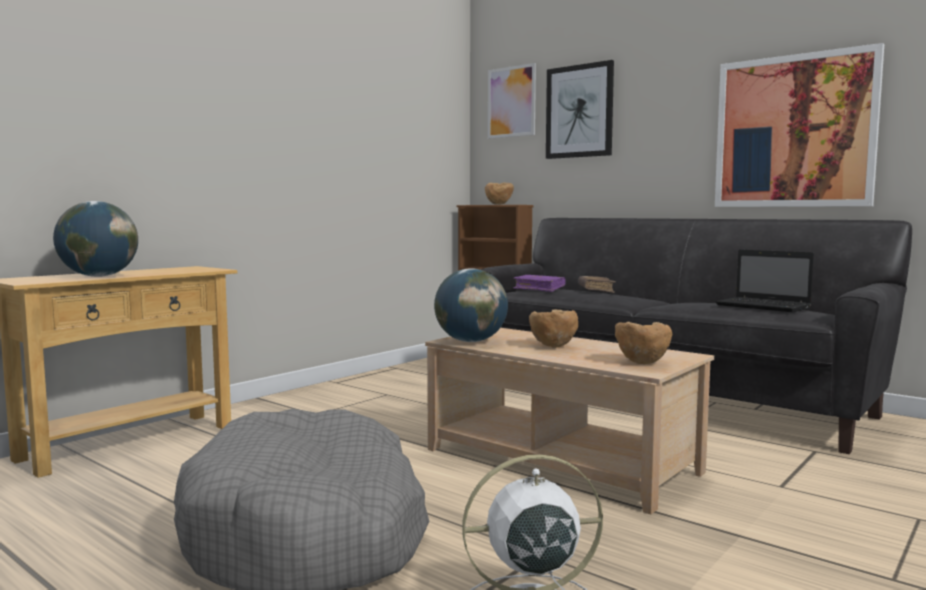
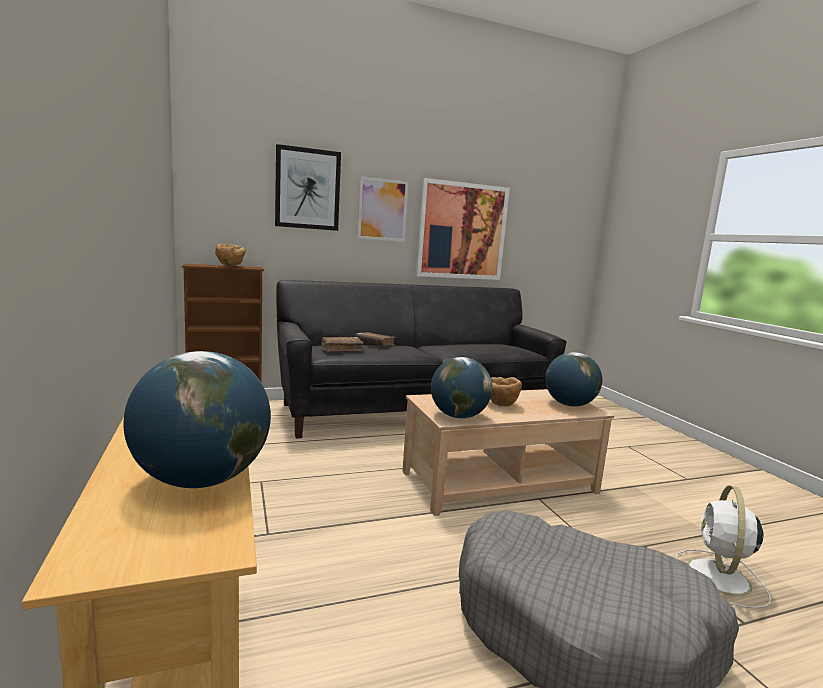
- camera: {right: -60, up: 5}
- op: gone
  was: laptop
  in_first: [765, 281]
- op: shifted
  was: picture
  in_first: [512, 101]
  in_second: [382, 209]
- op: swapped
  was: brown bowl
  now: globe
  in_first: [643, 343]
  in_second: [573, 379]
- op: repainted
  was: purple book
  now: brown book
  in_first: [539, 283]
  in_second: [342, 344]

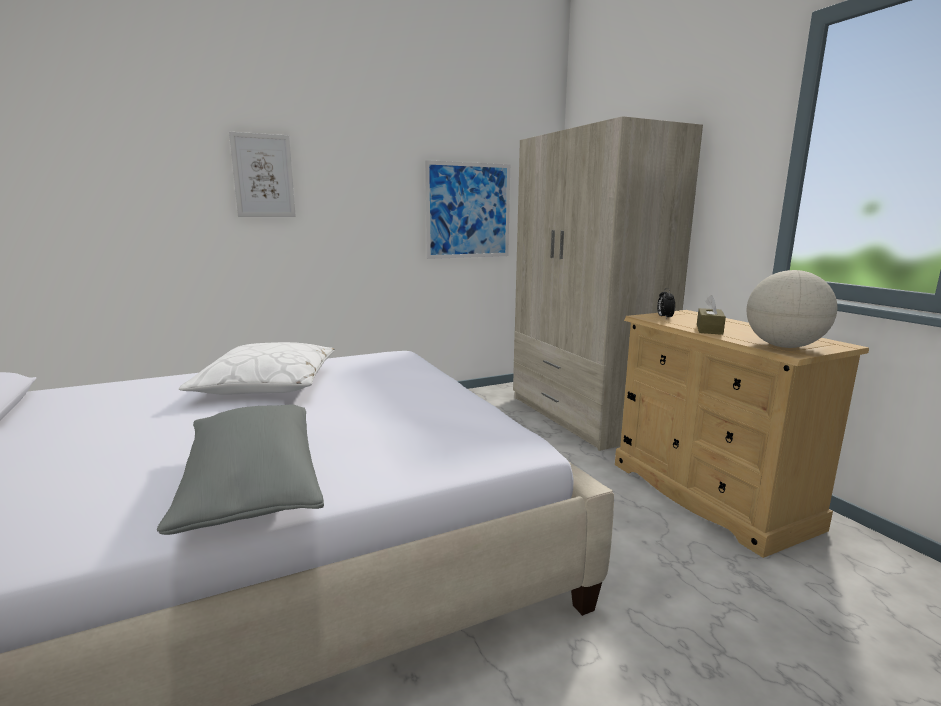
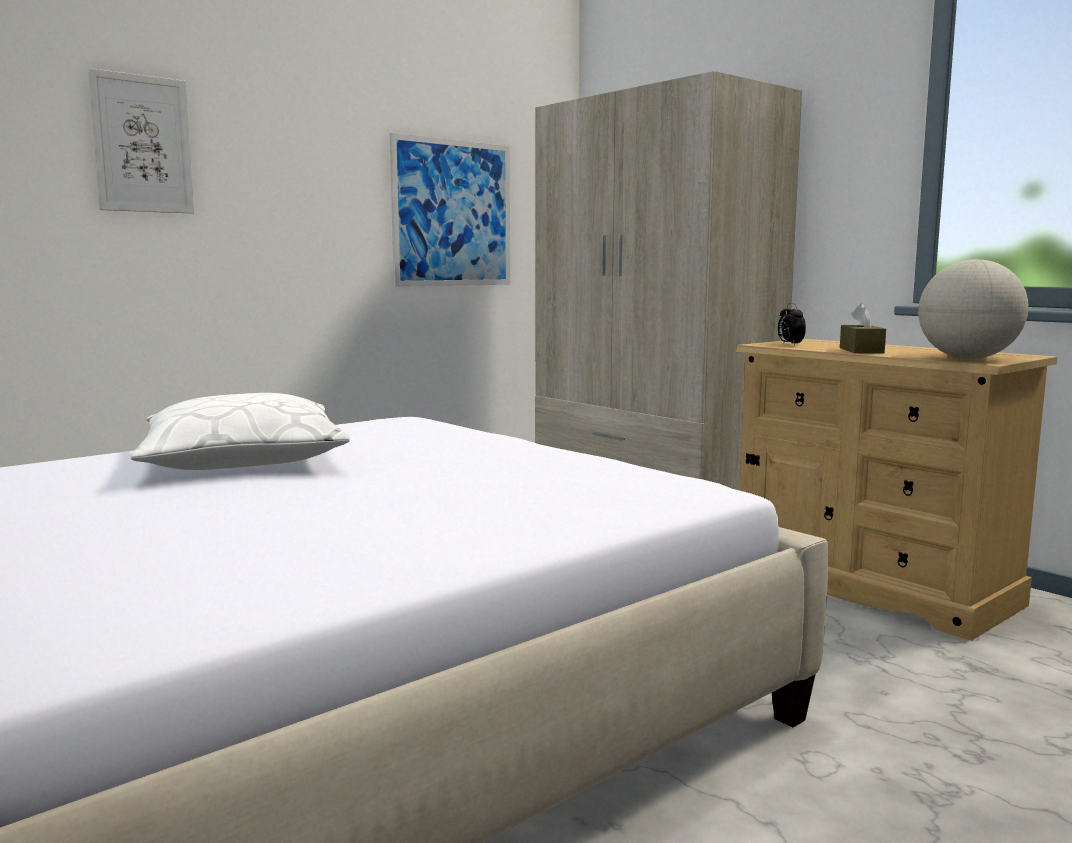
- camera: {right: -15, up: -5}
- op: gone
  was: grey pillow
  in_first: [240, 469]

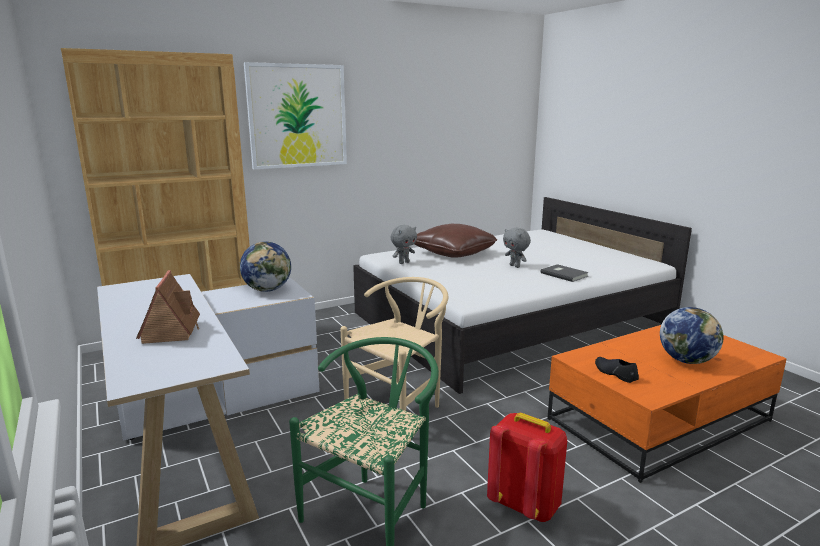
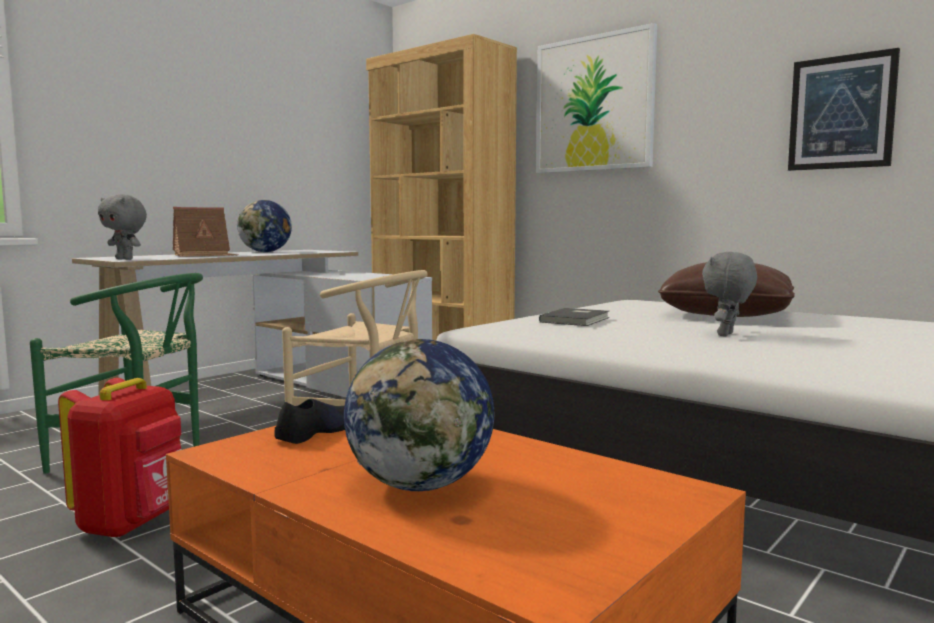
- camera: {right: 70, up: -10}
- op: new
  now: picture
  in_second: [844, 109]
- op: shifted
  was: globe
  in_first: [265, 267]
  in_second: [264, 226]
- op: shifted
  was: grey plush toy
  in_first: [403, 244]
  in_second: [122, 227]
- op: shifted
  was: grey book
  in_first: [564, 273]
  in_second: [574, 317]

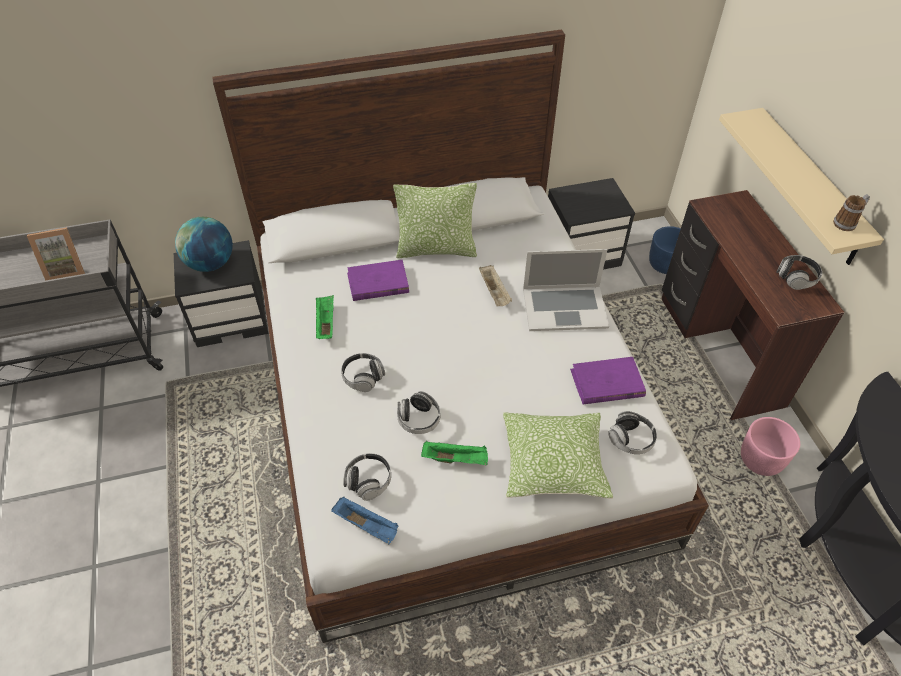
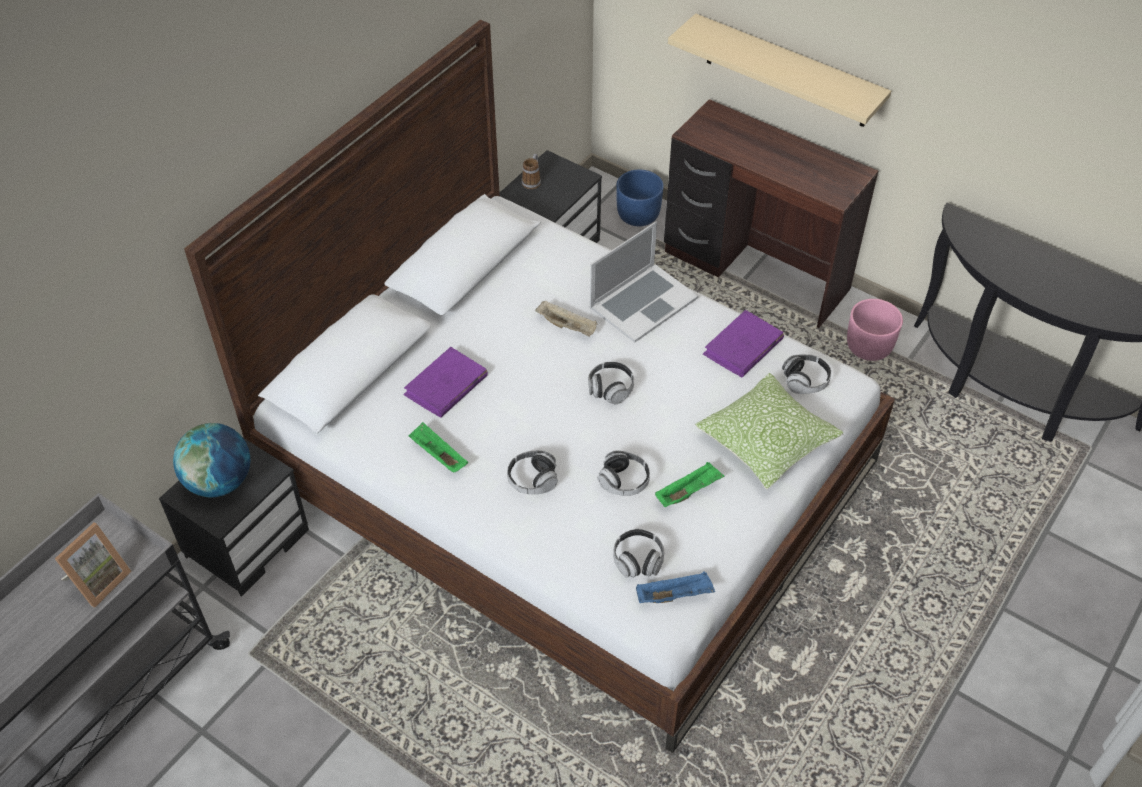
- camera: {right: -40, up: 0}
- op: gone
  was: pillow
  in_first: [435, 220]
- op: shifted
  was: headphones
  in_first: [799, 272]
  in_second: [611, 382]
- op: shifted
  was: mug
  in_first: [851, 212]
  in_second: [531, 171]

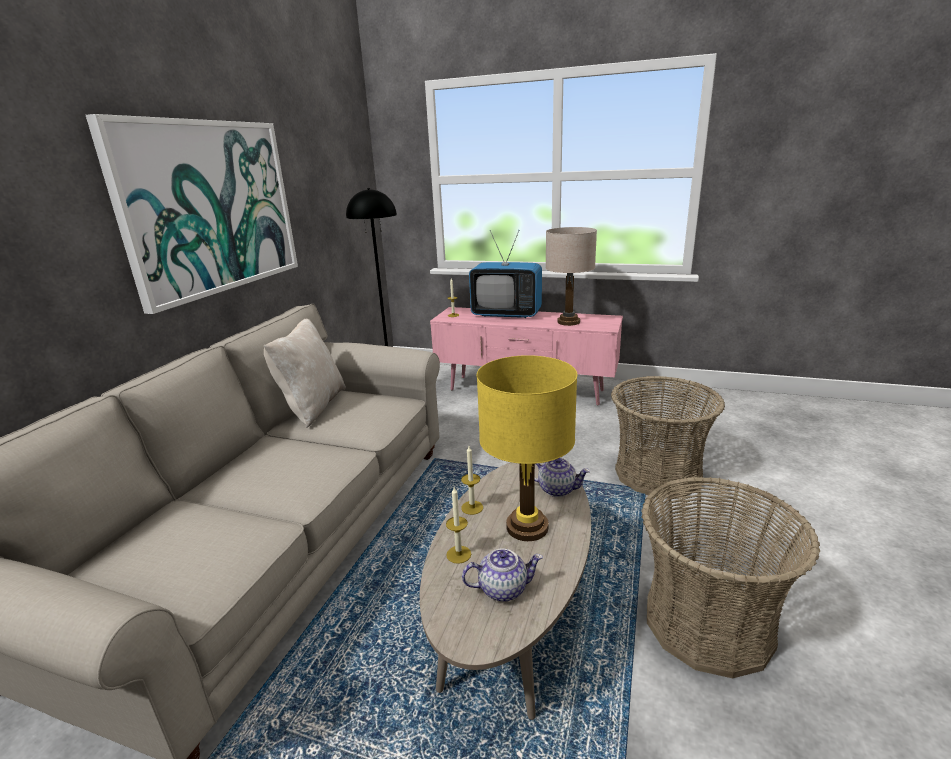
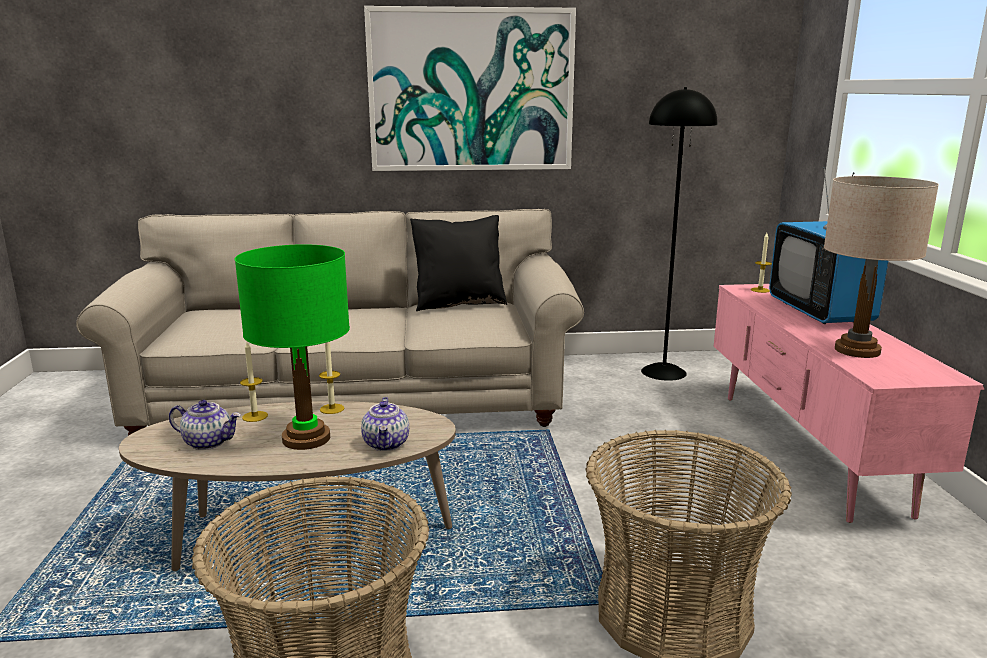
- camera: {right: 65, up: -5}
- op: repainted
  was: beige pillow
  now: black pillow
  in_first: [305, 373]
  in_second: [458, 263]
- op: repainted
  was: yellow table lamp
  now: green table lamp
  in_first: [527, 448]
  in_second: [292, 347]
- op: rotated
  was: teapot
  in_first: [502, 575]
  in_second: [205, 425]
  clockwise: -45

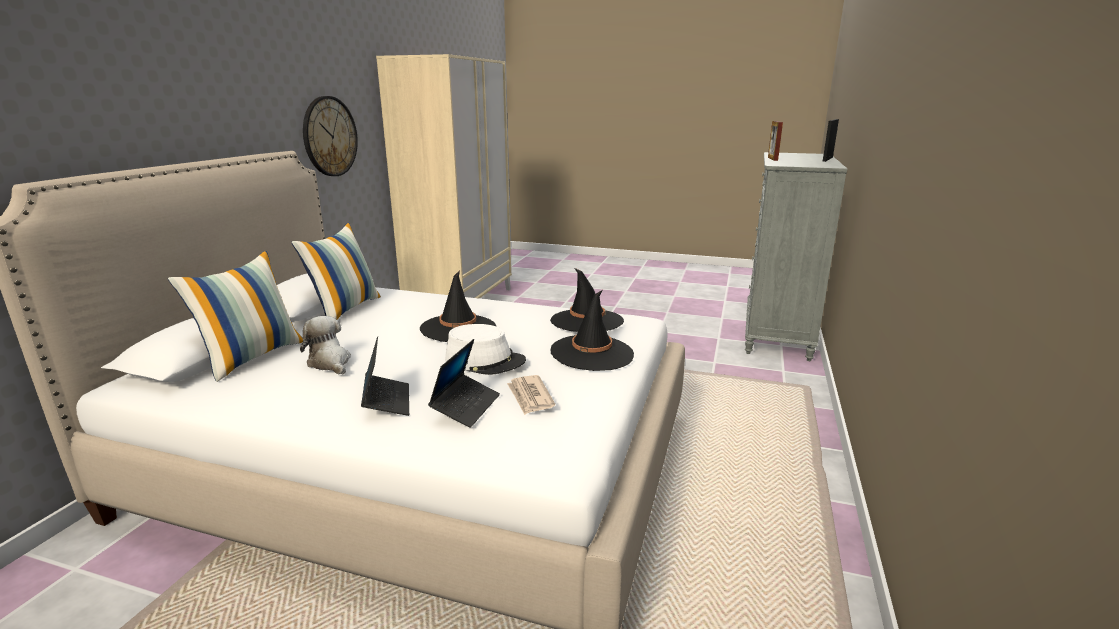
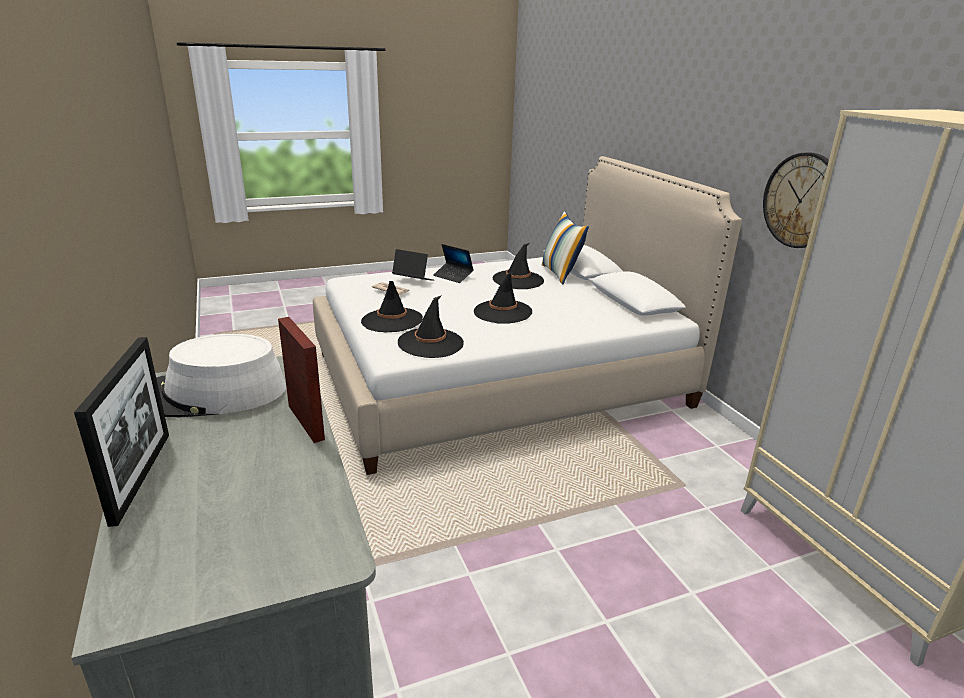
- camera: {right: 140, up: 5}
- op: gone
  was: pillow
  in_first: [336, 271]
- op: shifted
  was: white hat
  in_first: [485, 349]
  in_second: [221, 375]
- op: swapped
  was: plush toy
  now: black hat
  in_first: [325, 345]
  in_second: [518, 266]
- op: rotated
  was: laptop
  in_first: [464, 383]
  in_second: [413, 265]
  clockwise: 135

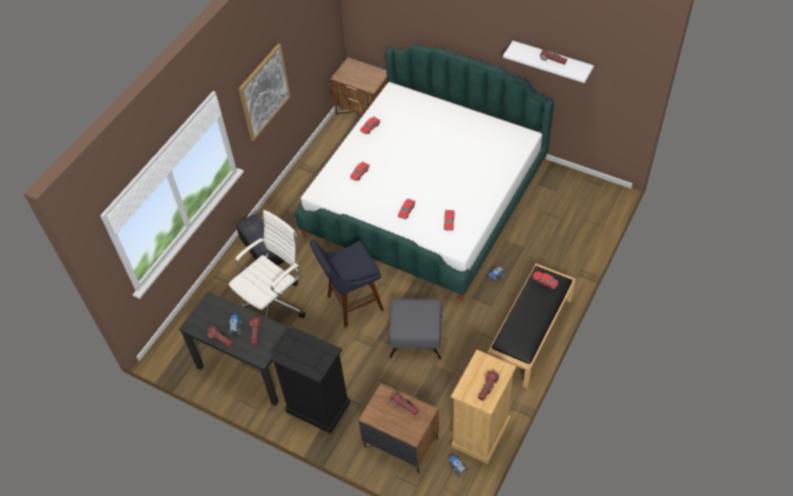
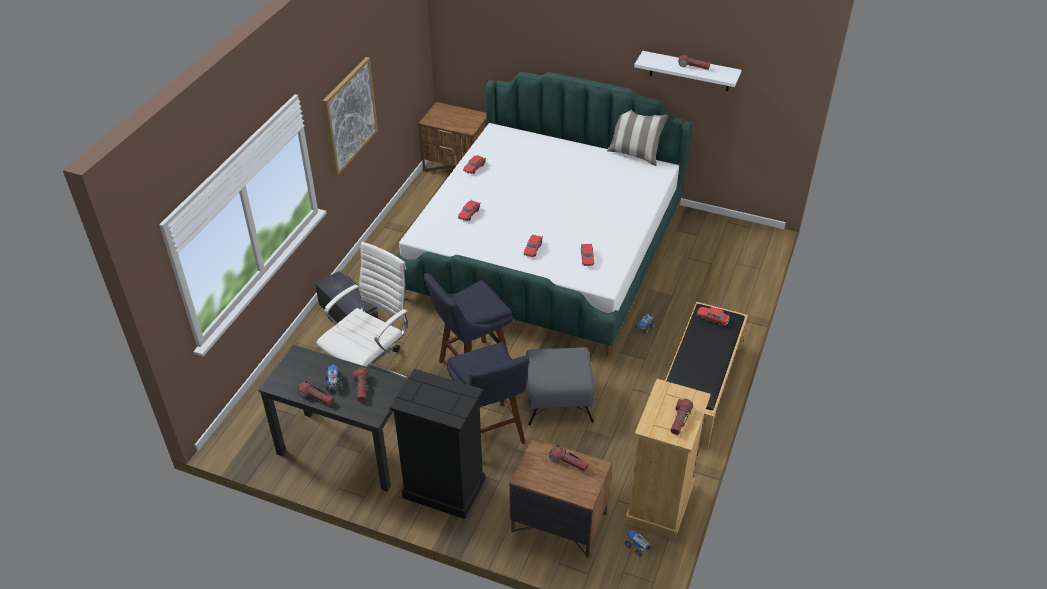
- camera: {right: -10, up: -10}
- op: new
  now: blue stool
  in_second: [488, 393]
- op: new
  now: pillow
  in_second: [637, 138]

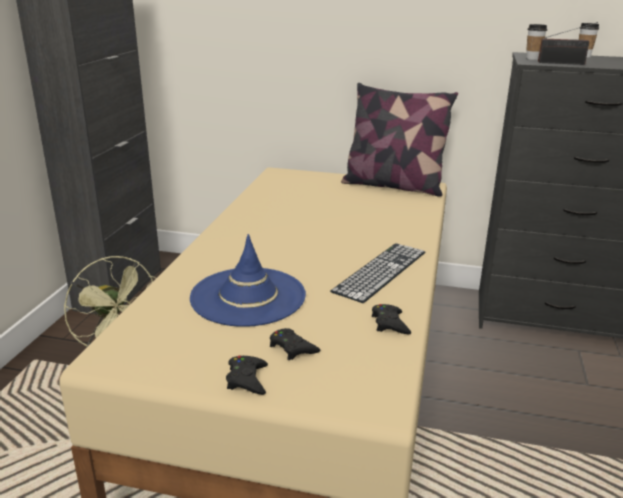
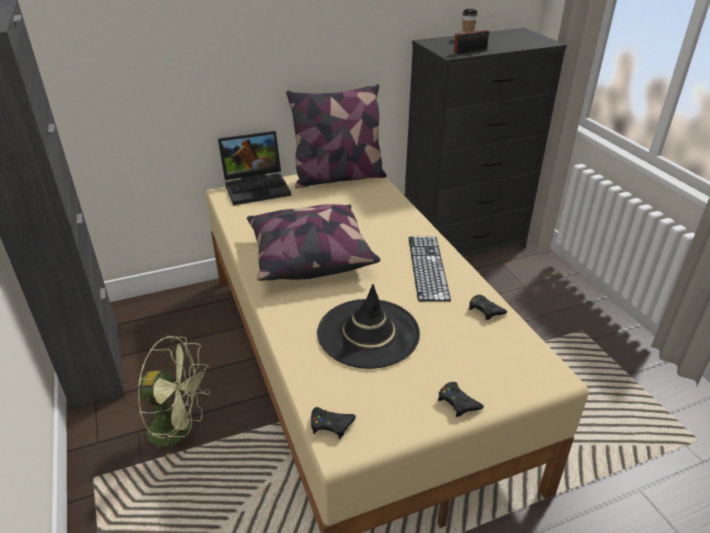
- camera: {right: -35, up: 10}
- op: gone
  was: cup
  in_first: [536, 42]
- op: new
  now: laptop
  in_second: [254, 168]
- op: new
  now: pillow
  in_second: [313, 242]
- op: shifted
  was: black game controller
  in_first: [295, 344]
  in_second: [333, 423]
- op: repainted
  was: blue hat
  now: black hat
  in_first: [248, 280]
  in_second: [368, 326]

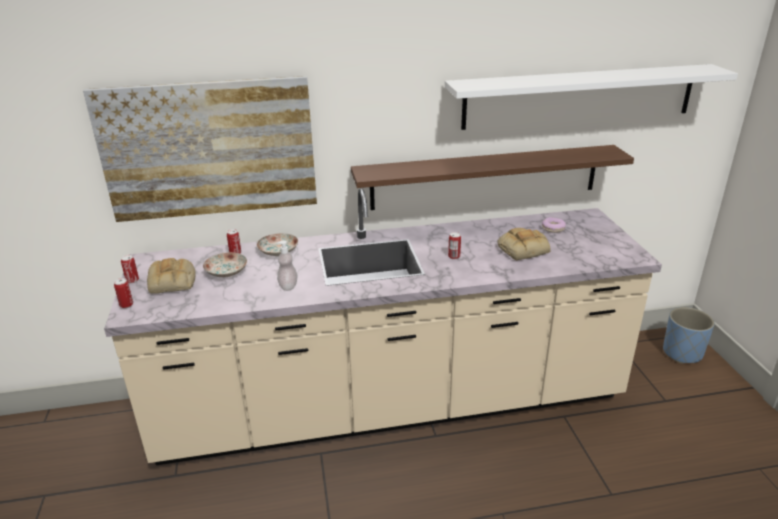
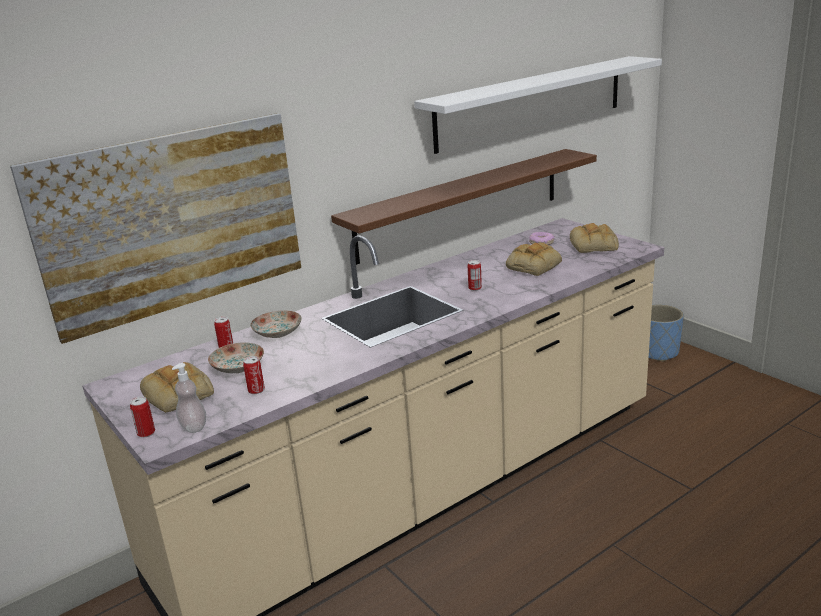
- camera: {right: -25, up: -5}
- op: new
  now: bread
  in_second: [594, 238]
- op: shifted
  was: can
  in_first: [130, 269]
  in_second: [254, 375]
- op: shifted
  was: soap dispenser
  in_first: [287, 265]
  in_second: [189, 398]

